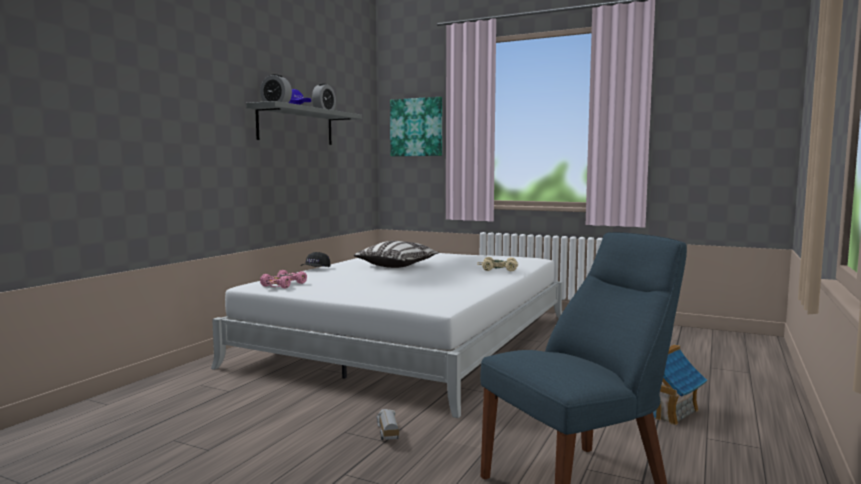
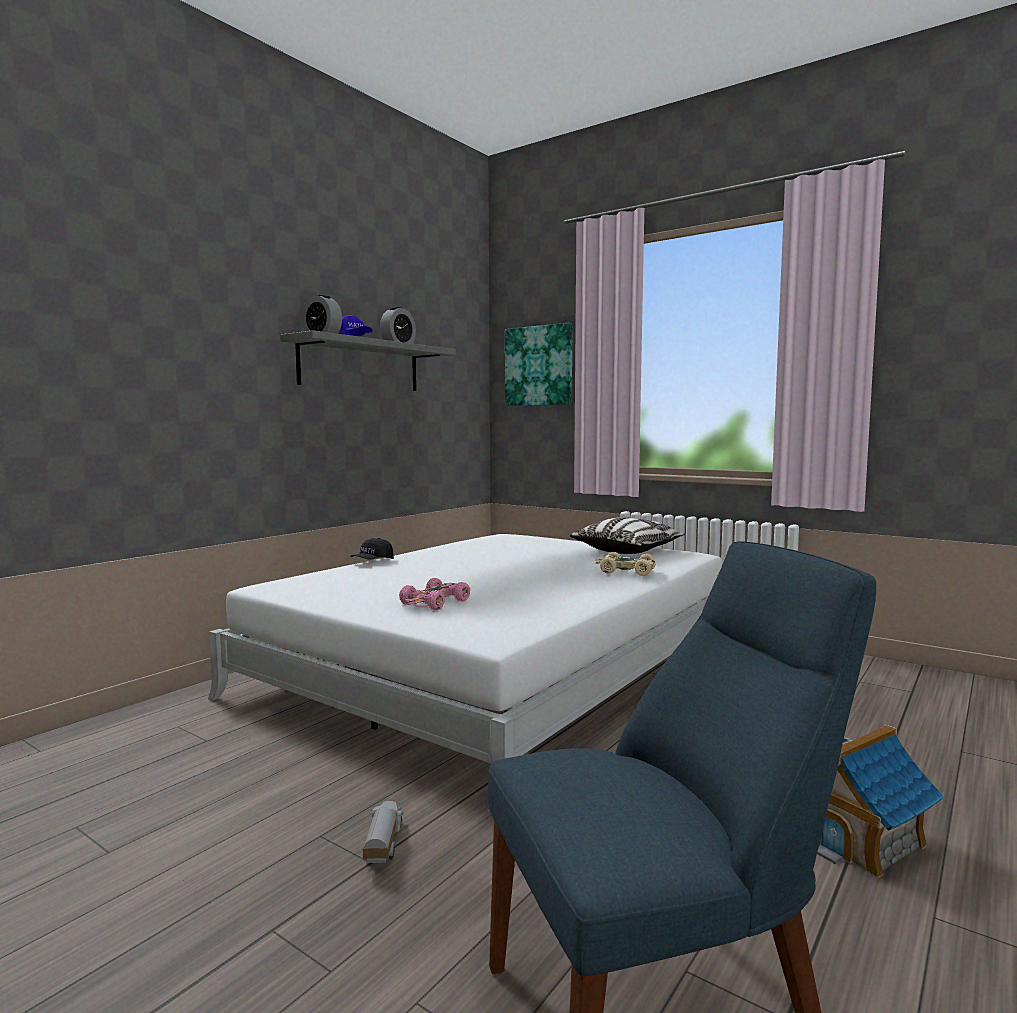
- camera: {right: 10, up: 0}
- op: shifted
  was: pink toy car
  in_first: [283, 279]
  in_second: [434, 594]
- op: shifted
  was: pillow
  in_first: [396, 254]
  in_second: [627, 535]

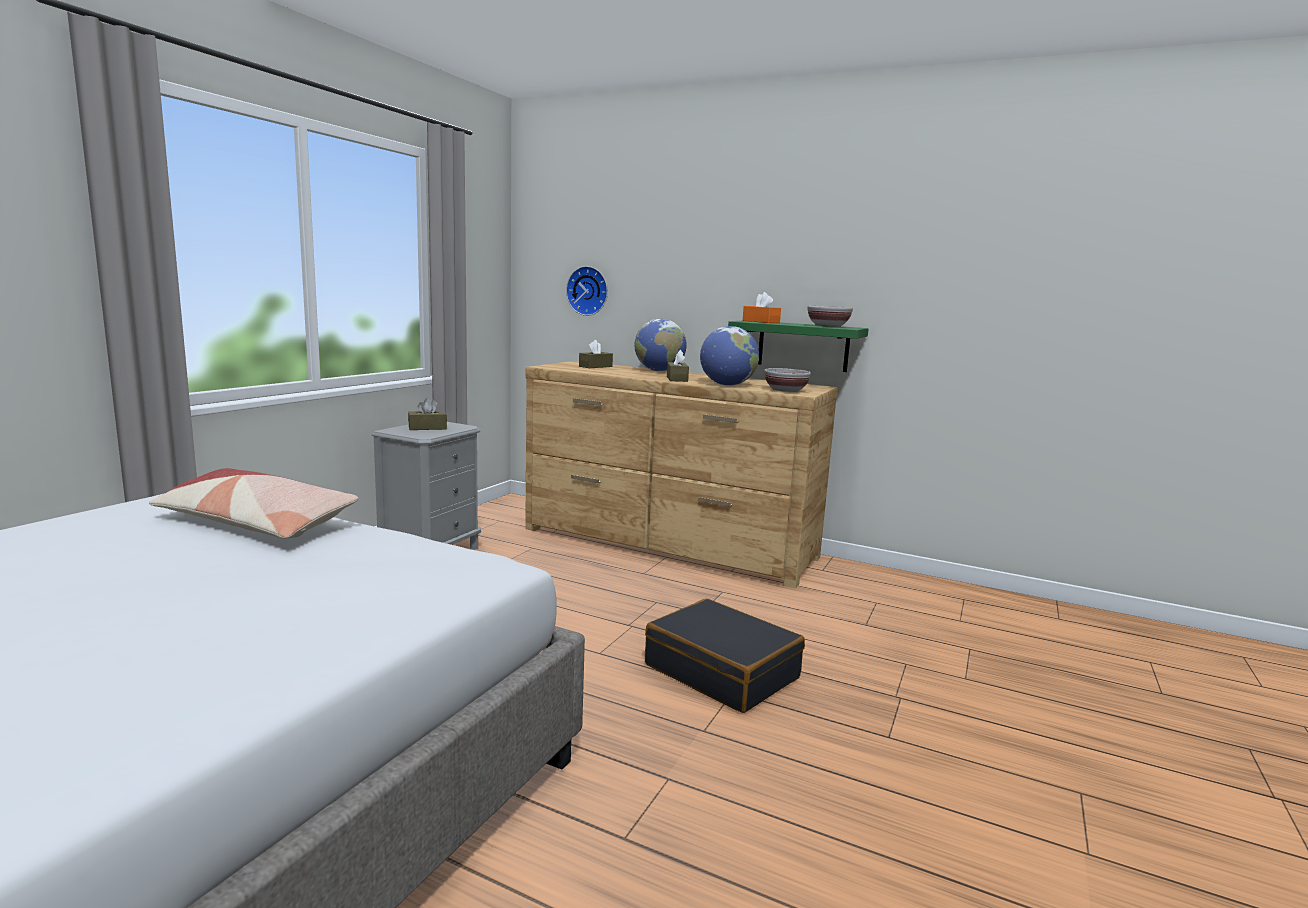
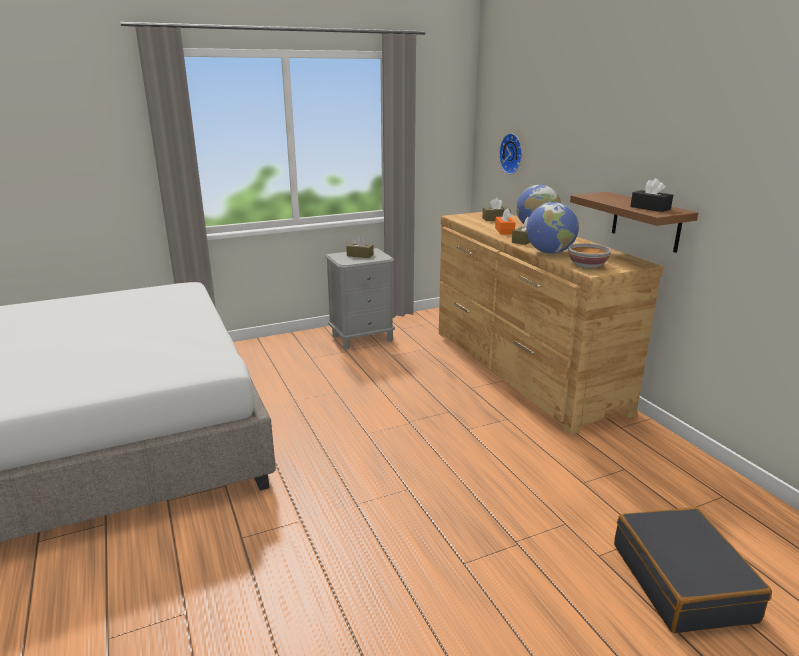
- camera: {right: 40, up: 10}
- op: gone
  was: pillow
  in_first: [253, 503]
- op: shifted
  was: black suitcase
  in_first: [725, 655]
  in_second: [693, 570]
- op: shifted
  was: orange tissue box
  in_first: [762, 307]
  in_second: [505, 221]
- op: swapped
  was: bowl
  now: black tissue box
  in_first: [830, 316]
  in_second: [651, 195]
- op: repainted
  was: green shelf
  now: brown shelf
  in_first: [798, 346]
  in_second: [634, 222]

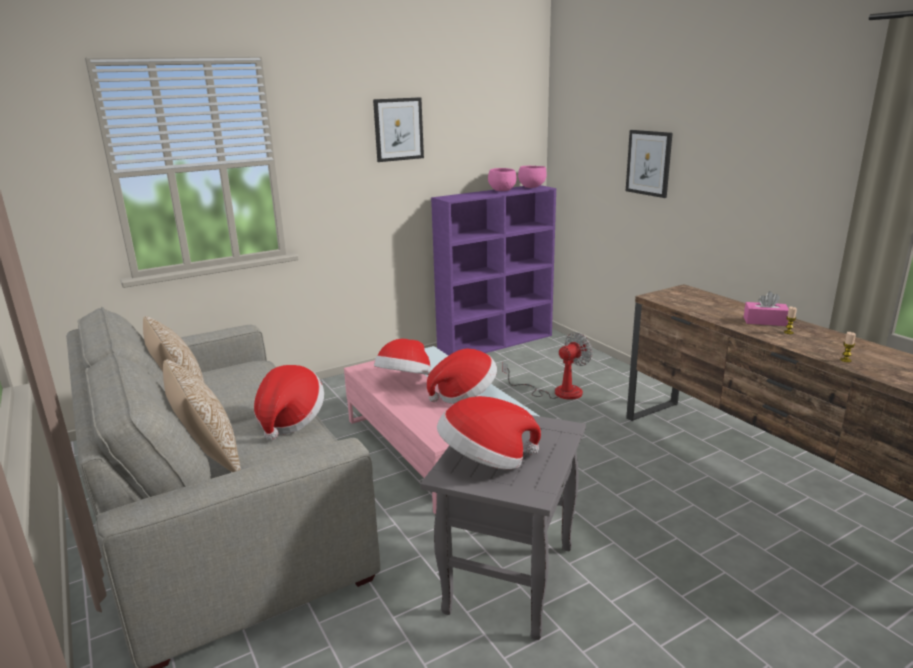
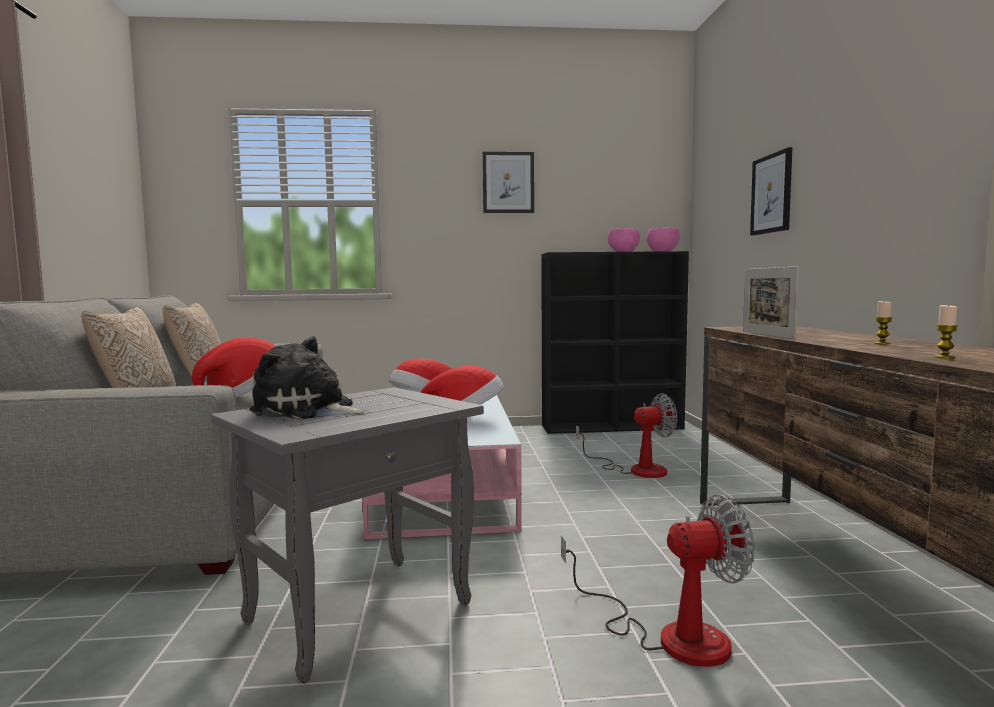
- camera: {right: 25, up: -15}
- op: gone
  was: pink tissue box
  in_first: [766, 308]
- op: new
  now: fan
  in_second: [658, 580]
- op: new
  now: picture frame
  in_second: [771, 302]
- op: swapped
  was: hat
  now: plush toy
  in_first: [489, 433]
  in_second: [309, 378]
- op: repainted
  was: purple bookcase
  now: black bookcase
  in_first: [493, 270]
  in_second: [615, 342]

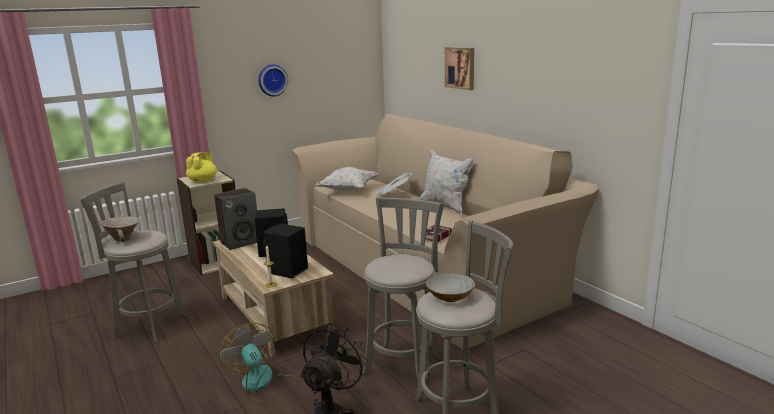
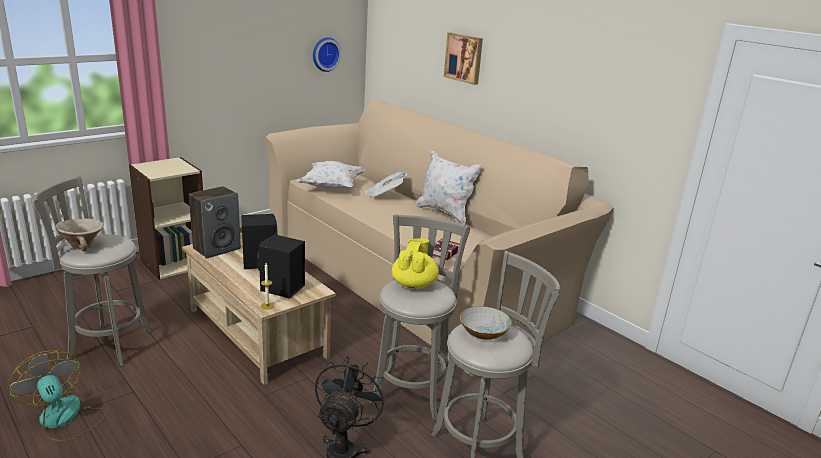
- camera: {right: -10, up: 5}
- op: shifted
  was: yellow teapot
  in_first: [201, 167]
  in_second: [415, 264]
- op: shifted
  was: fan
  in_first: [257, 362]
  in_second: [57, 396]
- op: shifted
  was: wall clock
  in_first: [273, 80]
  in_second: [327, 54]

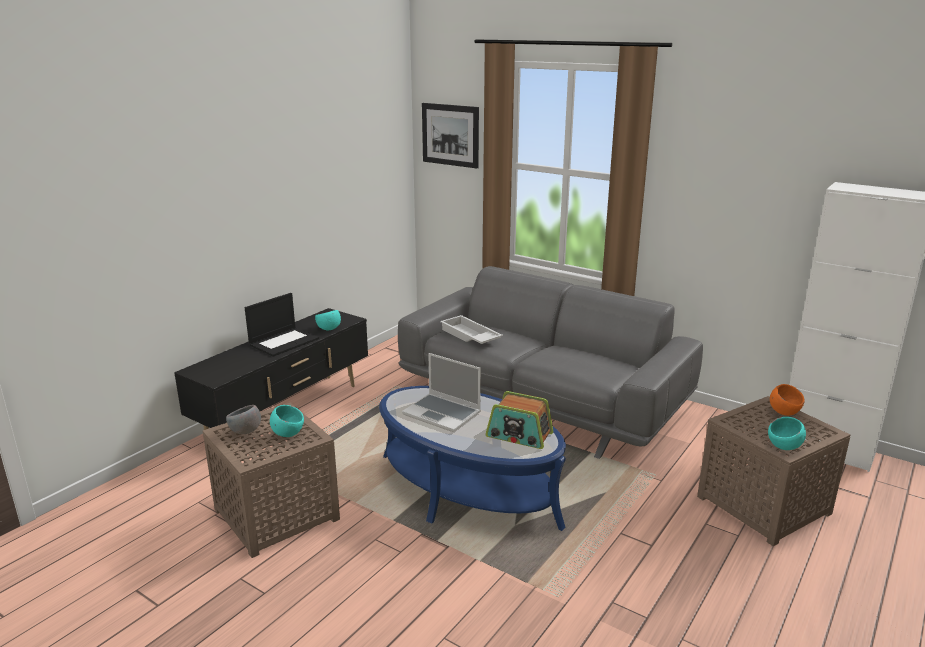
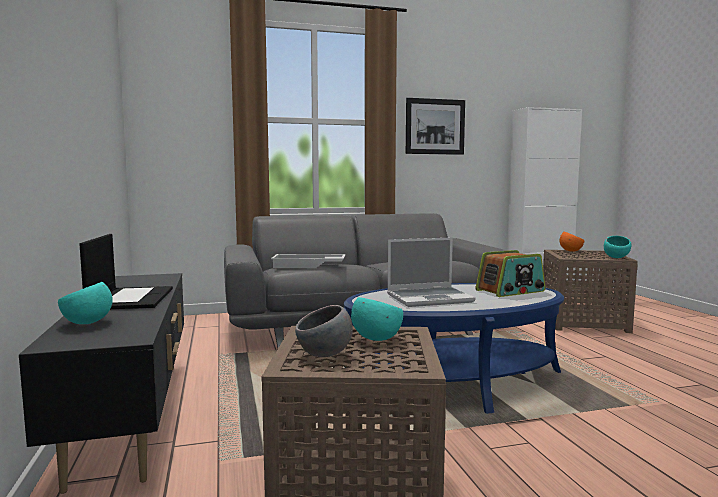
- camera: {right: -50, up: -15}
- op: shifted
  was: turquoise bowl
  in_first: [328, 320]
  in_second: [85, 303]
- op: shifted
  was: picture
  in_first: [450, 135]
  in_second: [435, 126]

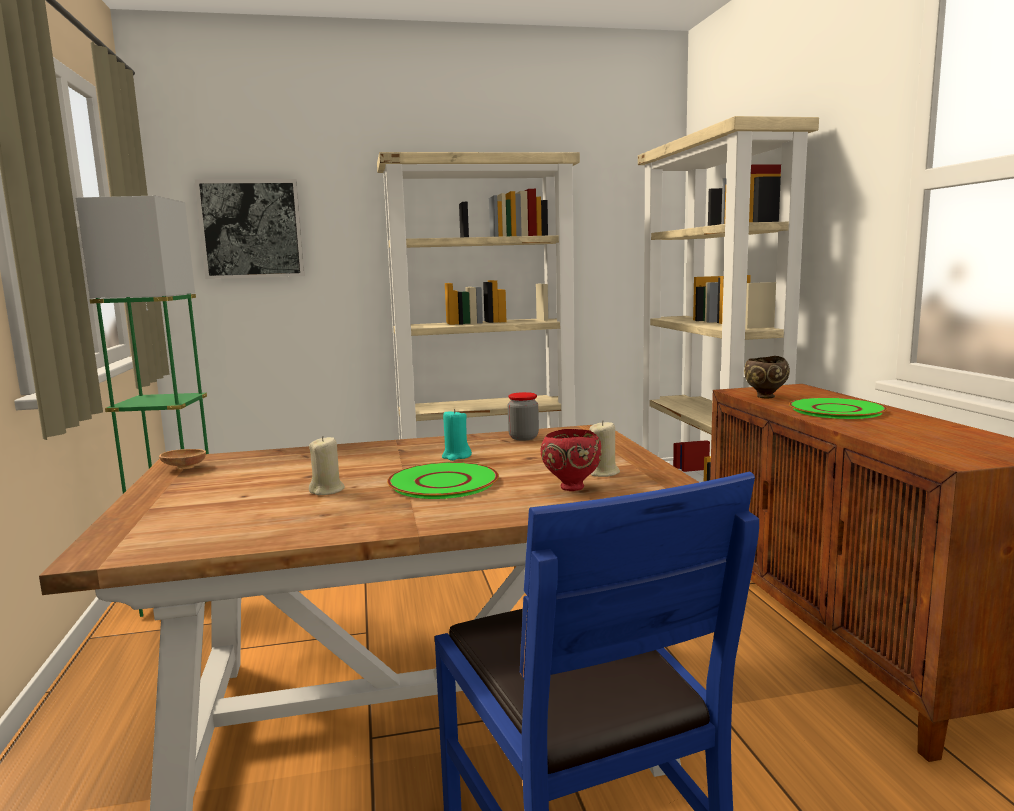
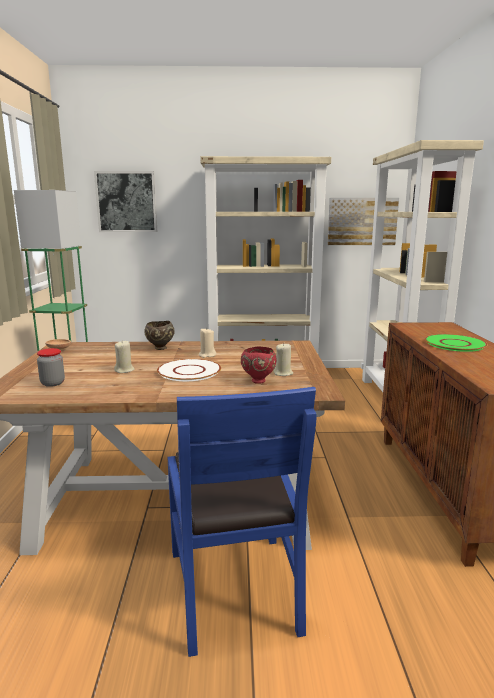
- camera: {right: 10, up: 5}
- op: new
  now: picture
  in_second: [363, 221]
- op: shifted
  was: jar
  in_first: [523, 416]
  in_second: [51, 367]
- op: shifted
  was: brown bowl
  in_first: [767, 377]
  in_second: [159, 335]
- op: repainted
  was: green plate
  now: white plate
  in_first: [443, 480]
  in_second: [189, 370]
- op: repainted
  was: turquoise candle
  now: beige candle
  in_first: [457, 435]
  in_second: [207, 343]

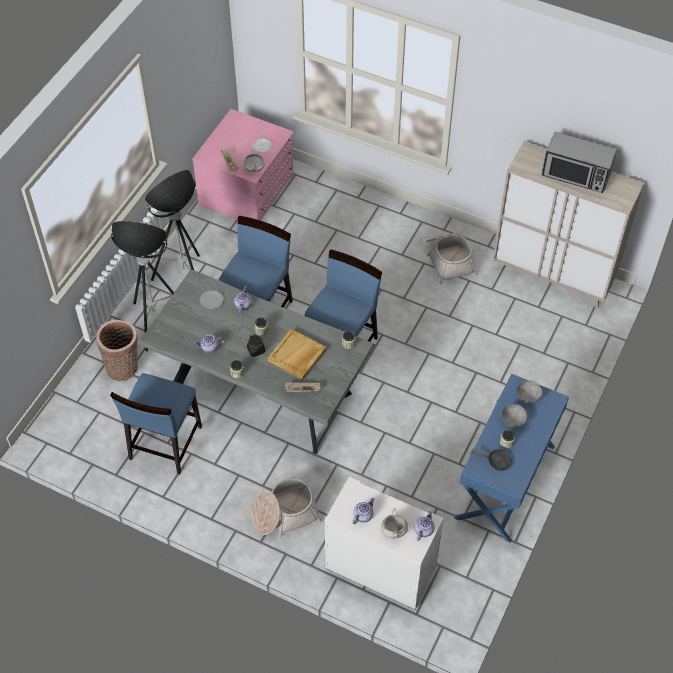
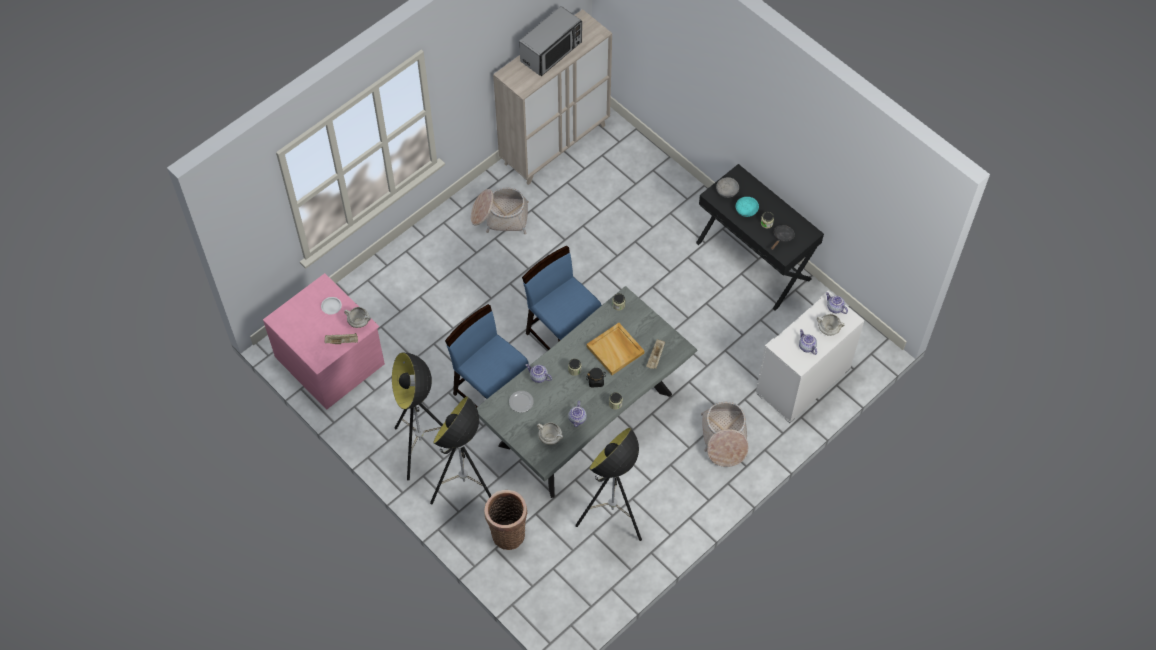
- camera: {right: -70, up: 5}
- op: new
  now: white cooking pot
  in_second: [550, 434]
- op: swapped
  was: blue chair
  now: floor lamp
  in_first: [156, 424]
  in_second: [608, 484]
- op: repainted
  was: blue console table
  now: black console table
  in_first: [512, 458]
  in_second: [760, 237]
- op: repainted
  was: grey bowl
  now: turquoise bowl
  in_first: [514, 415]
  in_second: [747, 207]

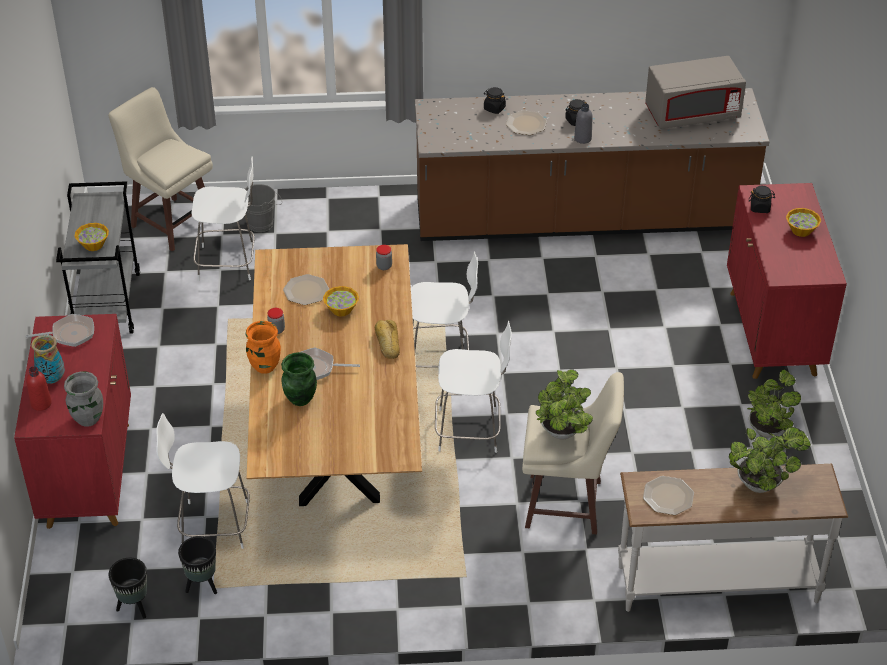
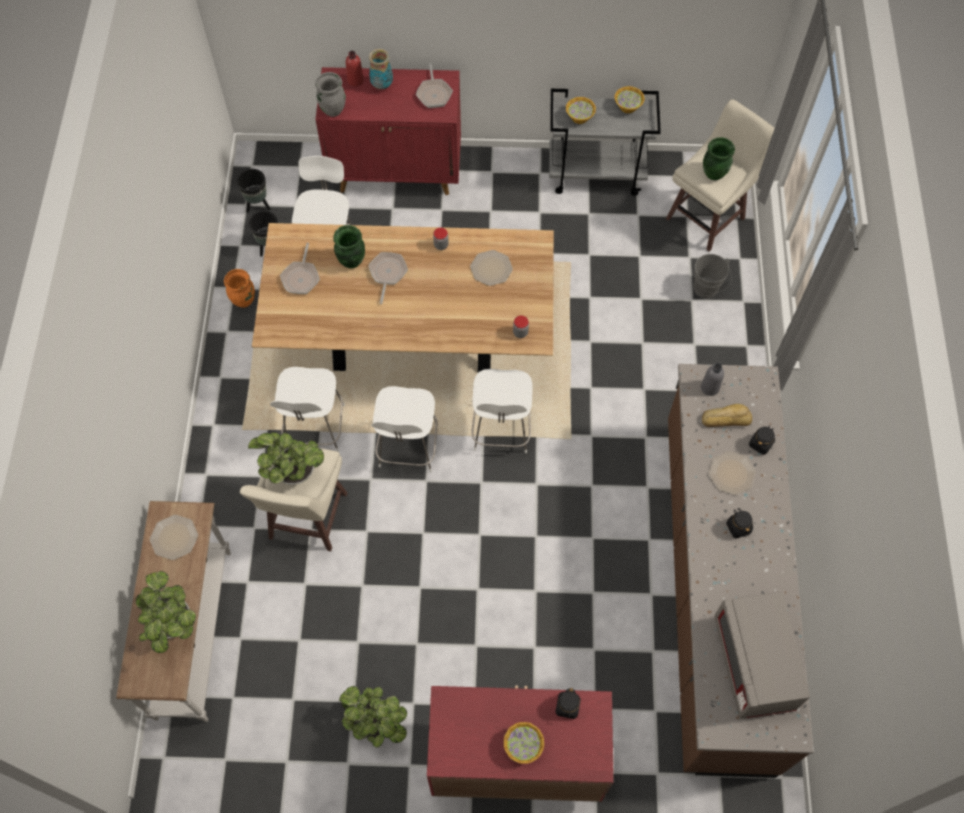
- camera: {right: 95, up: 20}
- op: new
  now: frying pan
  in_second: [300, 268]
- op: new
  now: green vase
  in_second: [719, 158]
- op: shifted
  was: white chair
  in_first: [223, 218]
  in_second: [307, 409]
- op: shifted
  was: orange vase
  in_first: [263, 347]
  in_second: [239, 288]
- op: shifted
  was: bowl
  in_first: [341, 301]
  in_second: [629, 99]
- op: shifted
  was: bread
  in_first: [387, 339]
  in_second: [727, 415]
- op: shifted
  was: grey bottle
  in_first: [583, 123]
  in_second: [712, 379]

